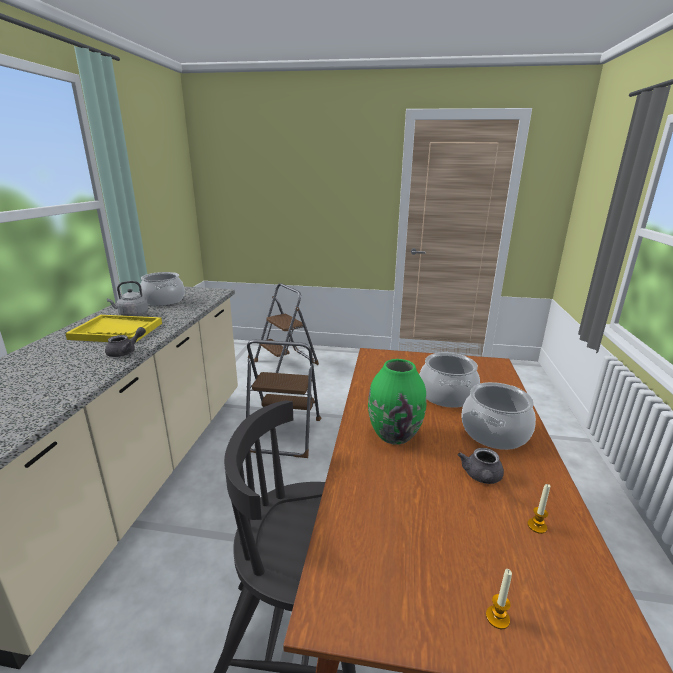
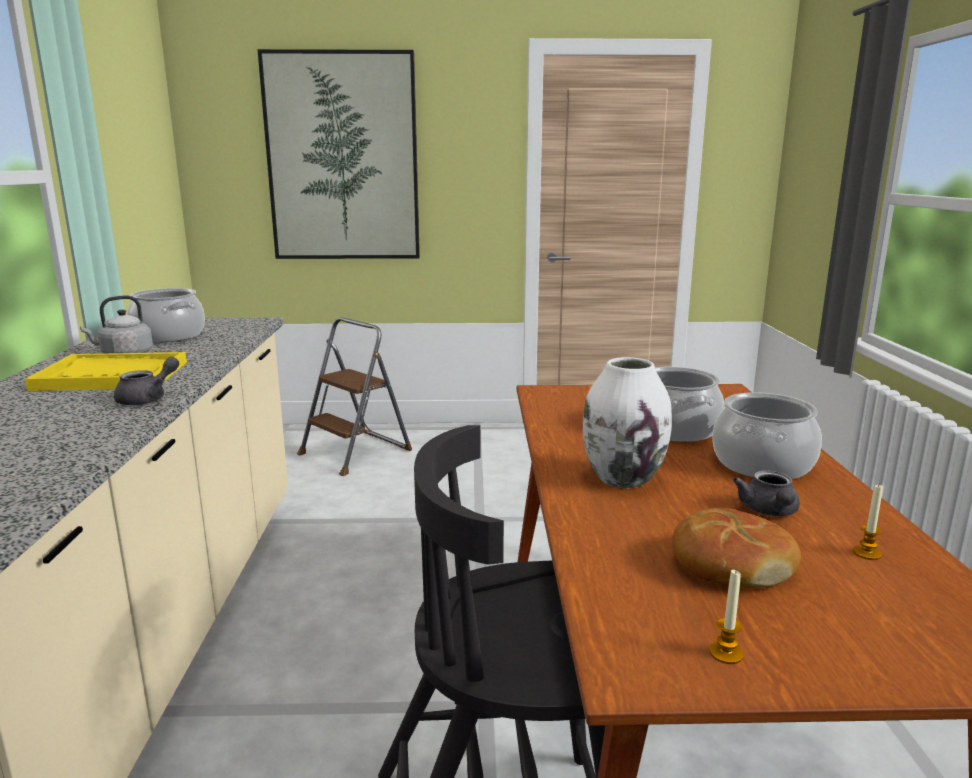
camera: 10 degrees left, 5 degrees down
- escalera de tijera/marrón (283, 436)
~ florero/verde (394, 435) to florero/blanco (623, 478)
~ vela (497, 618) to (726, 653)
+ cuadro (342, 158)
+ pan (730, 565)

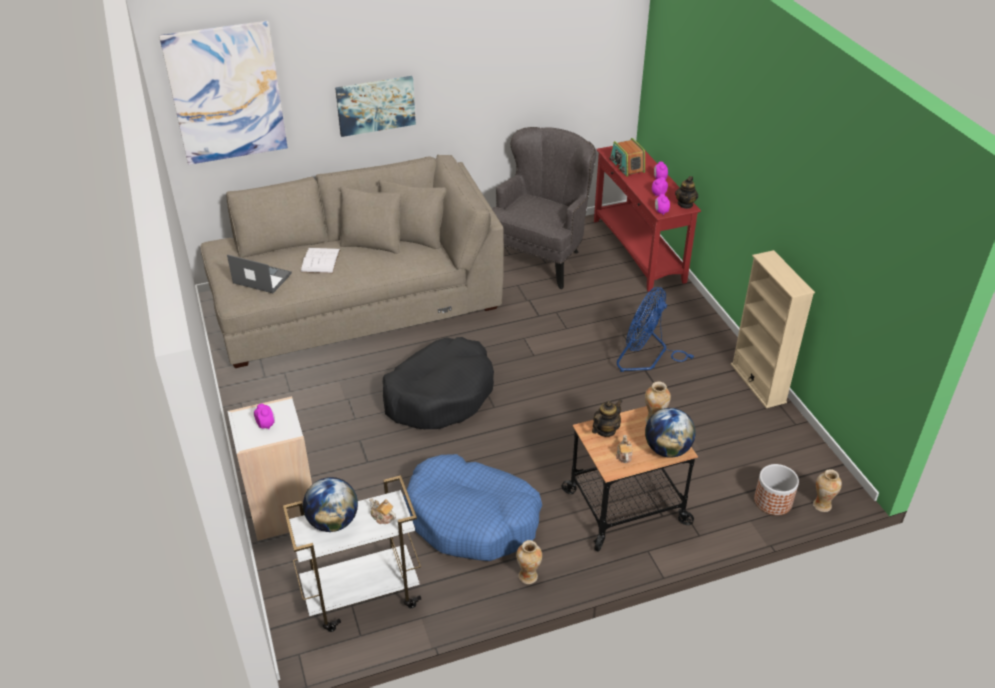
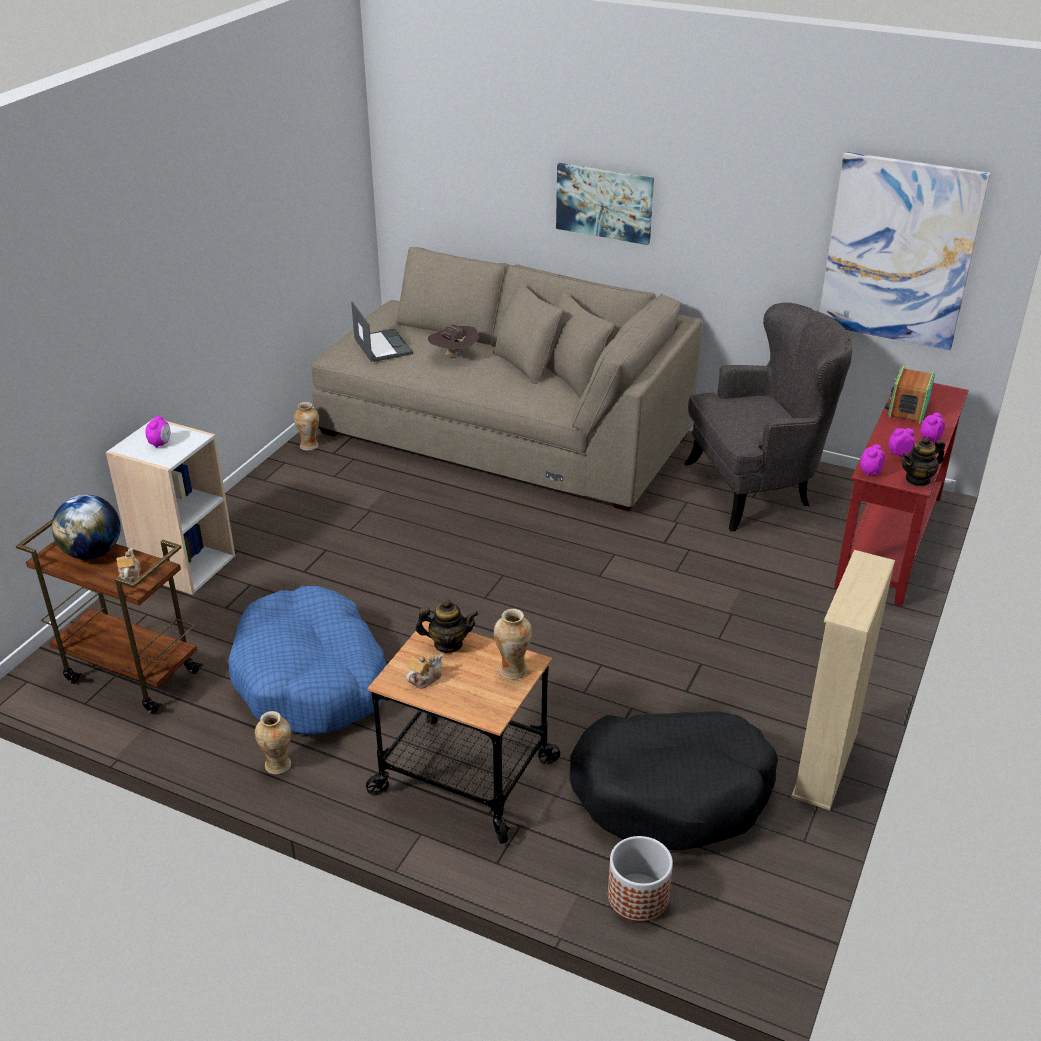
camera: 45 degrees right, 5 degrees down
~ cuadro (226, 93) to (899, 251)
~ carrito/blanco (361, 598) to carrito/marrón (129, 675)
~ libro/blanco (320, 260) to sombrero/marrón (453, 355)
~ cama para perro/negro (439, 395) to (672, 792)
- ventilador/azul (650, 354)
- globo terráqueo (667, 449)
~ florero (822, 505) to (309, 446)

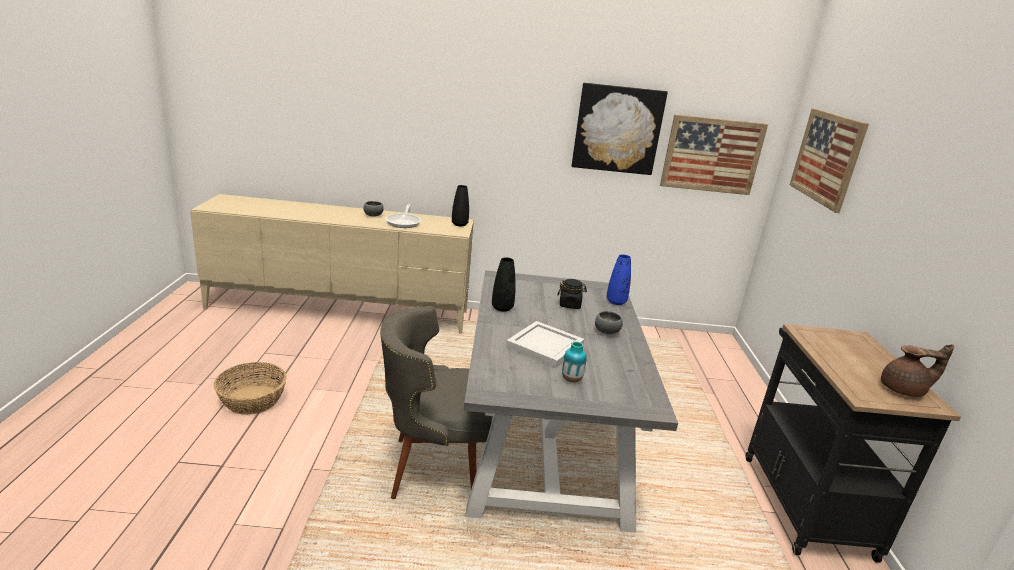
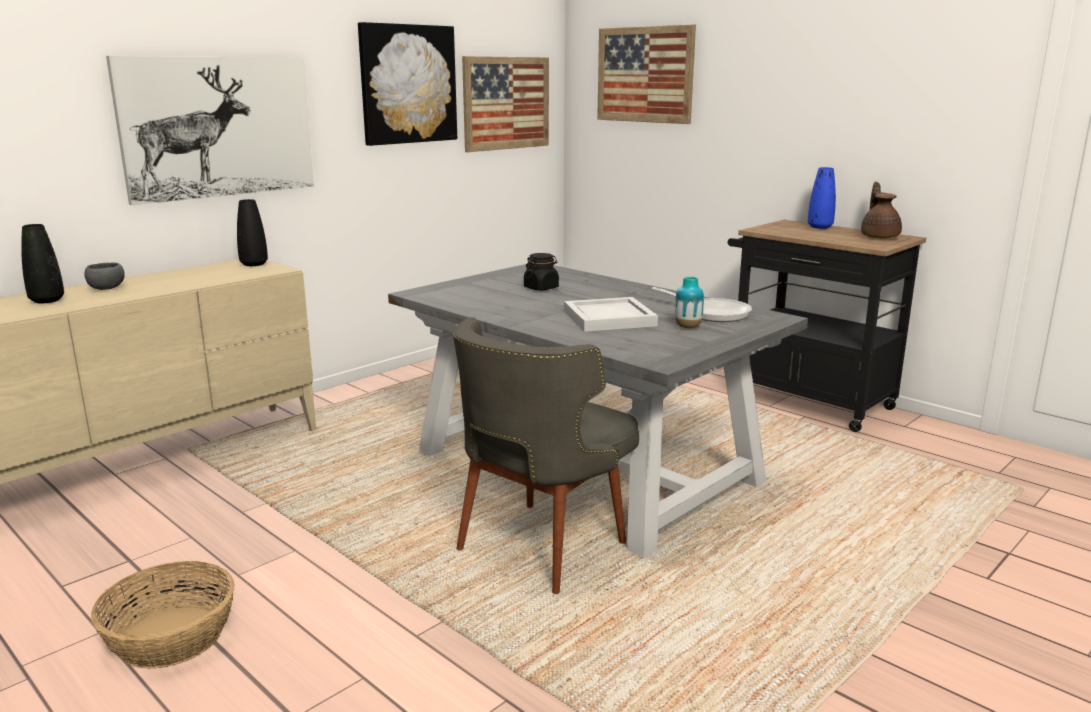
camera: 45 degrees left, 5 degrees down
~ sartén (404, 222) to (711, 313)
~ florero/negro (502, 308) to (47, 300)
- cuenco/gris (607, 332)
~ florero/azul (616, 302) to (820, 227)
~ tetera/marrón (904, 390) = (879, 236) 45 degrees counterclockwise
+ cuadro (219, 127)

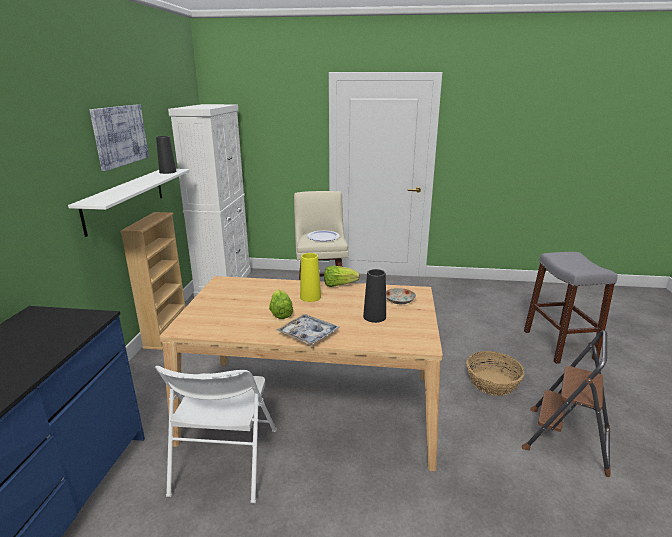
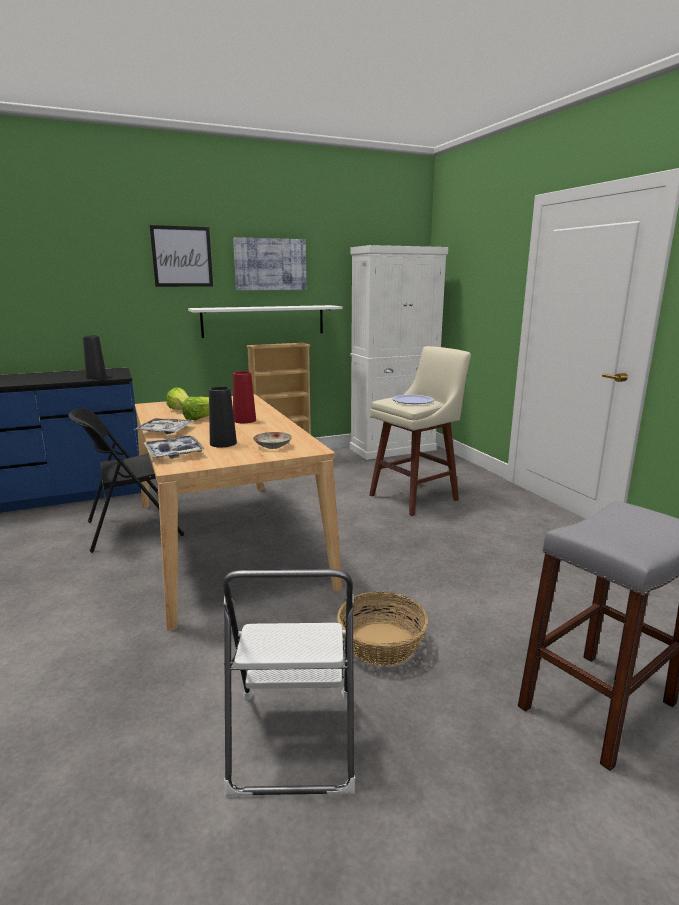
camera: 60 degrees right, 5 degrees down
~ silla/blanco (225, 461) to silla/negro (134, 528)
~ florero/negro (168, 172) to (96, 377)
~ florero/amarillo (310, 297) to florero/rojo (244, 420)
~ lechuga (339, 285) to (180, 410)
~ escalera de tijera/marrón (571, 441) to escalera de tijera/blanco (292, 743)
+ bandeja (174, 453)
+ cuadro (182, 256)

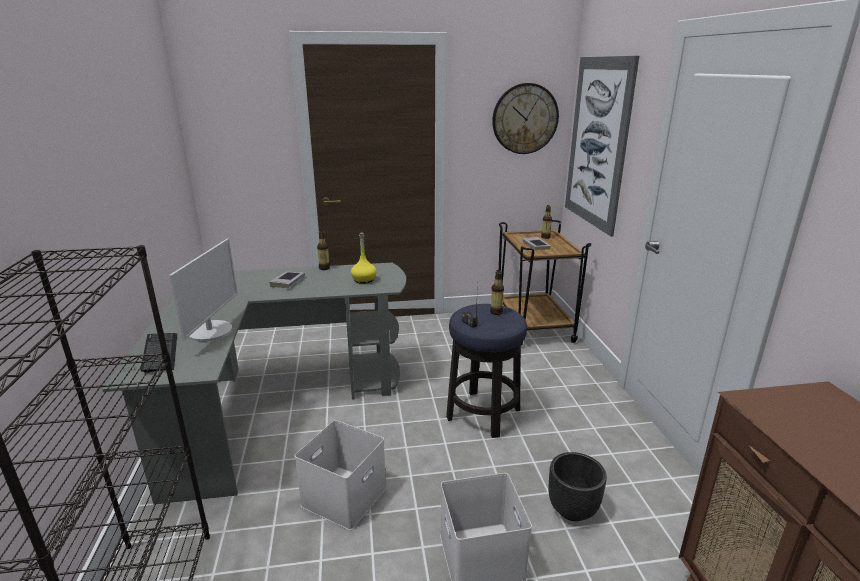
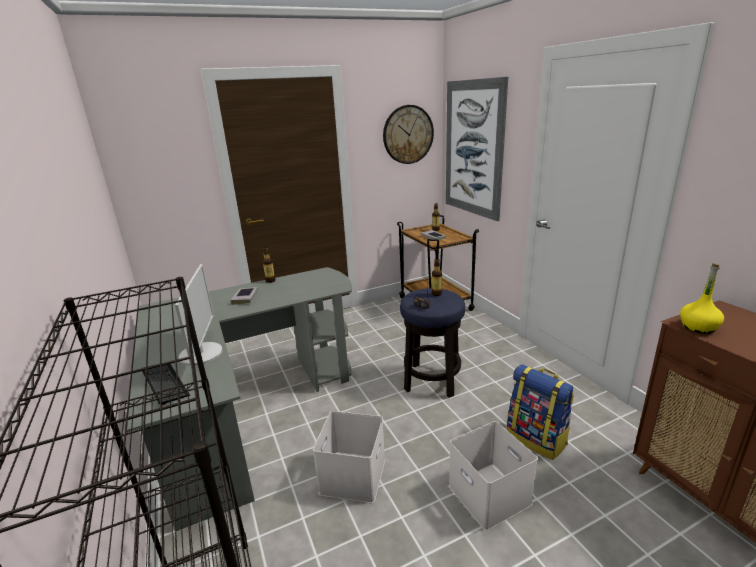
camera: 15 degrees left, 0 degrees up
~ botella/amarillo (364, 280) to (698, 327)
~ maceta/negro (573, 510) to mochila (537, 439)

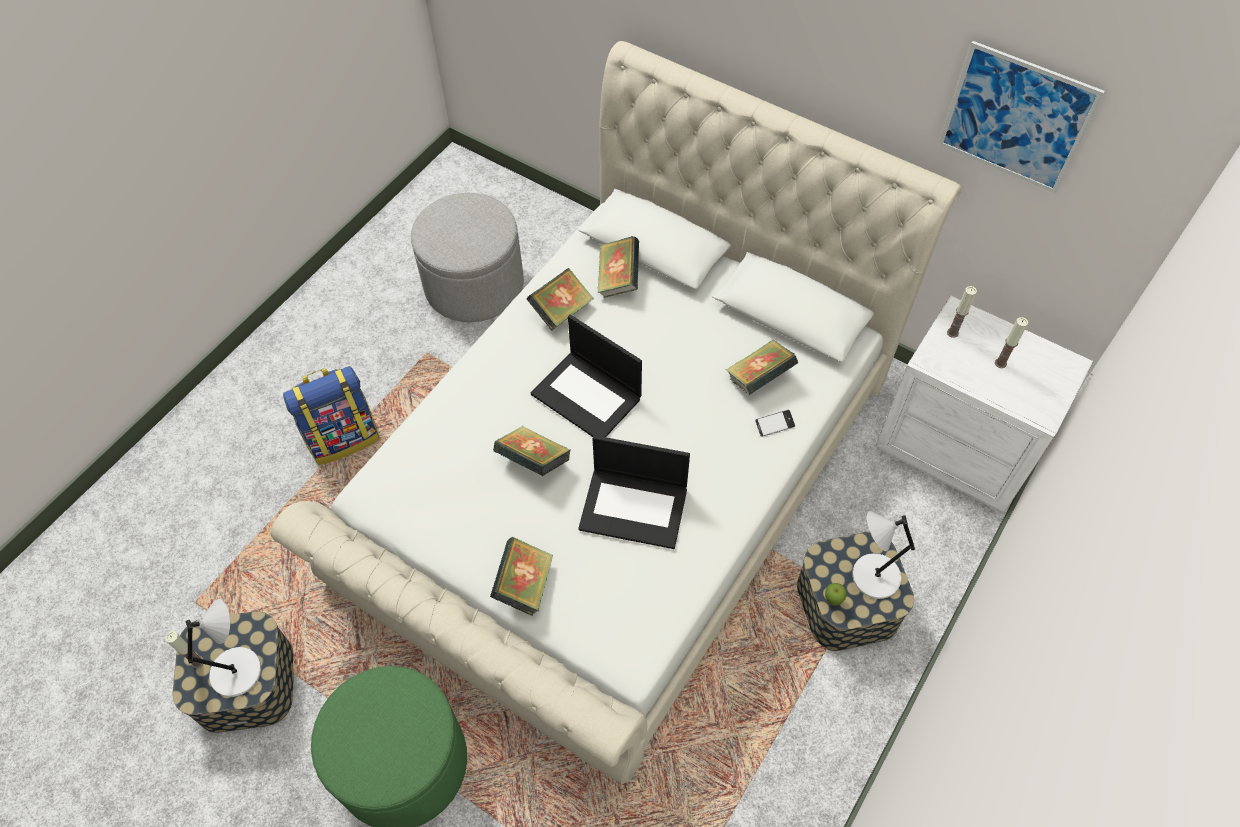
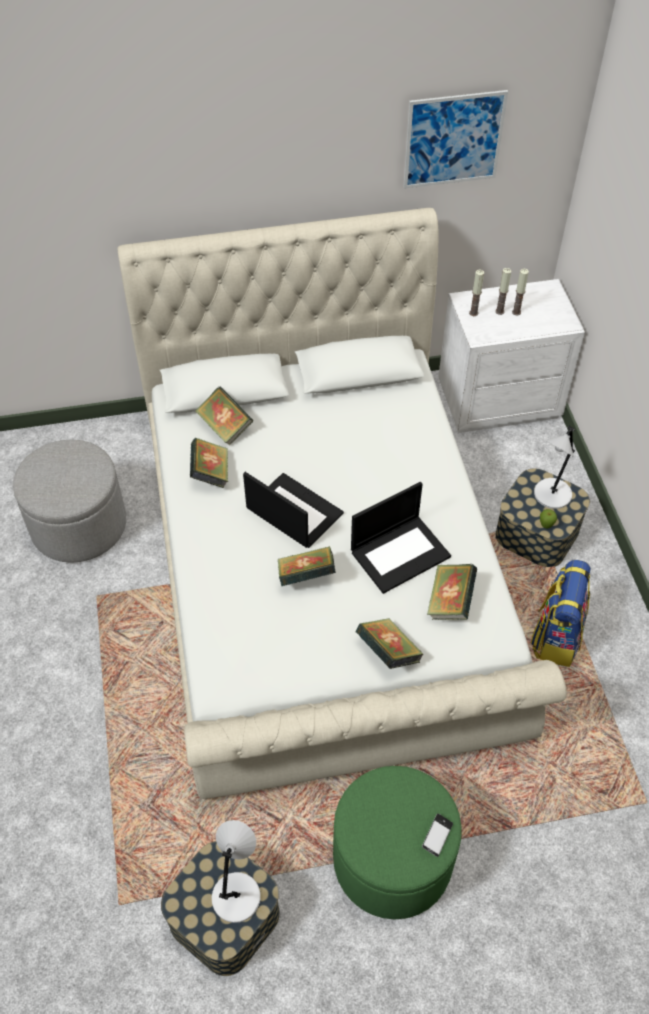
camera: 45 degrees left, 5 degrees down
~ vela (197, 662) to (499, 311)
~ mochila (343, 437) to (556, 636)
~ portátil (588, 396) = (293, 511) 135 degrees counterclockwise
~ libro (759, 378) to (450, 602)
~ móvil (774, 425) to (437, 836)

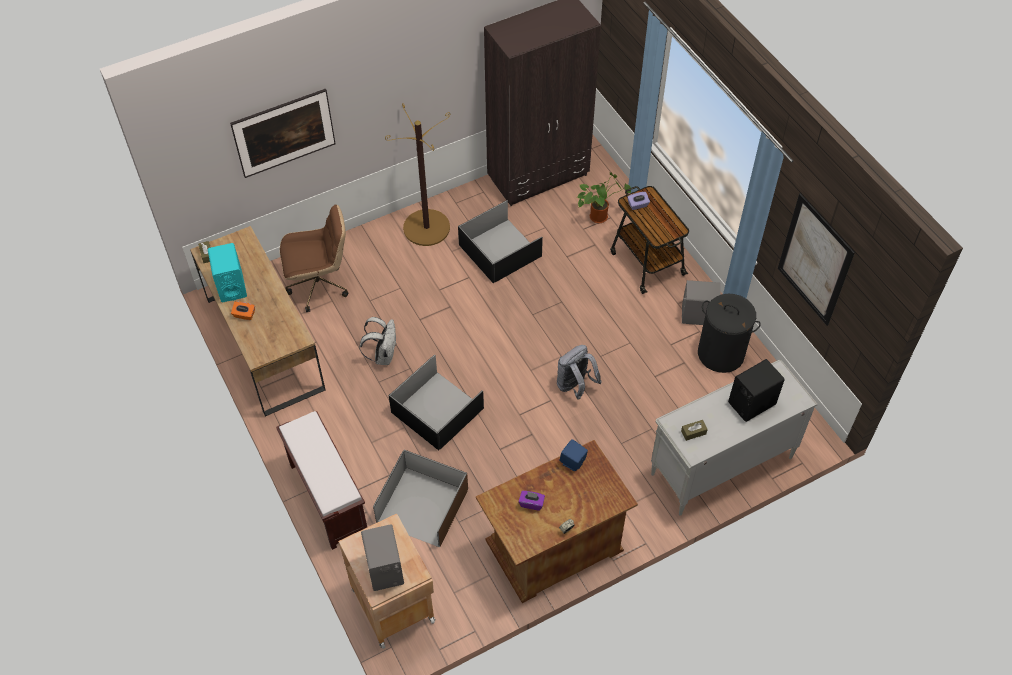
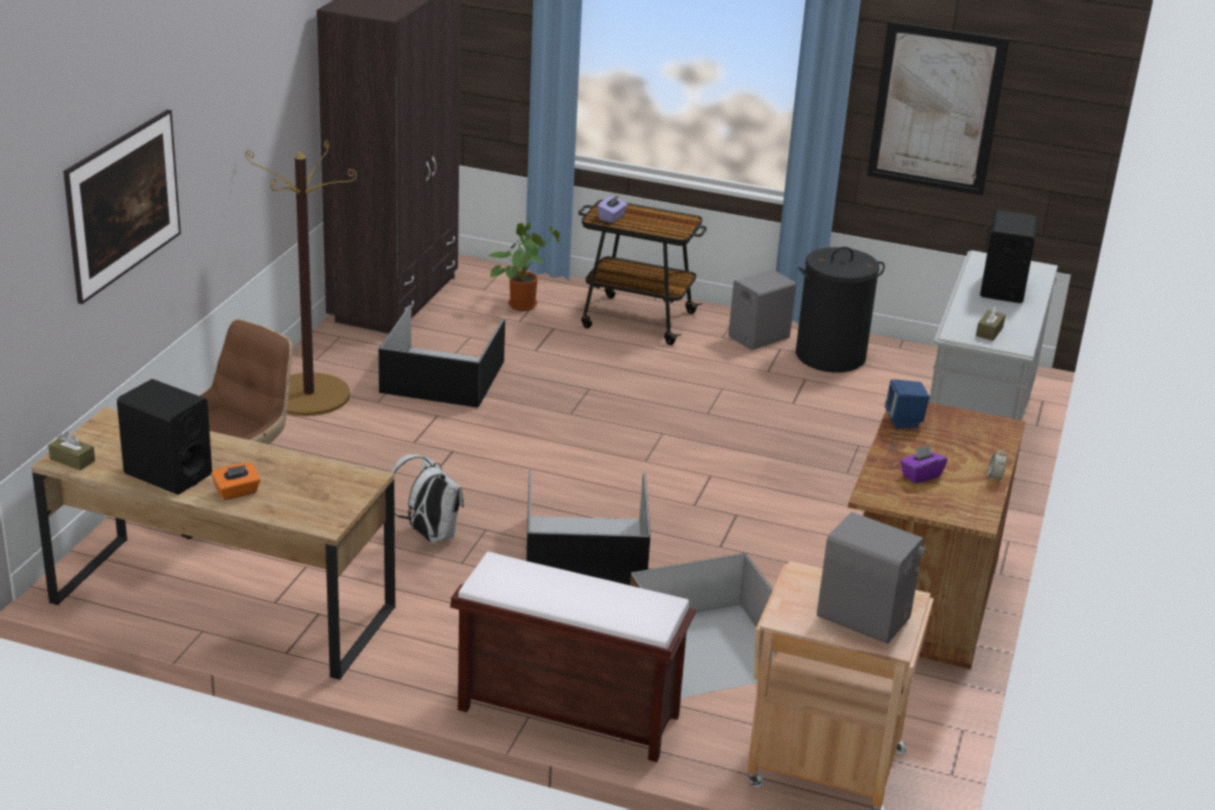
camera: 45 degrees left, 25 degrees down
~ altavoz/turquesa (231, 286) to altavoz/negro (167, 474)
- mochila/gris (575, 386)

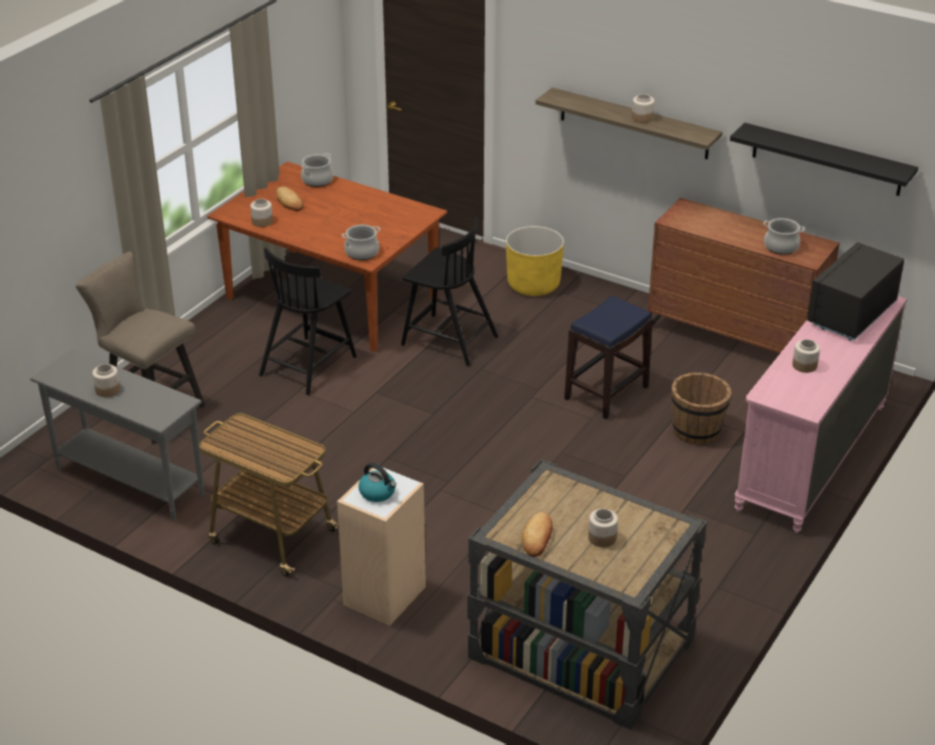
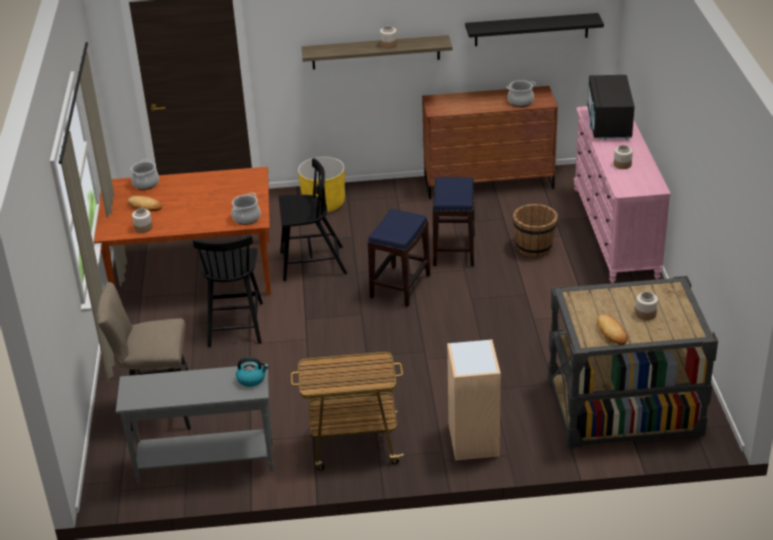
camera: 35 degrees left, 0 degrees up
- tarro (108, 390)
~ hervidor (378, 493) to (252, 379)
+ taburete (400, 286)

